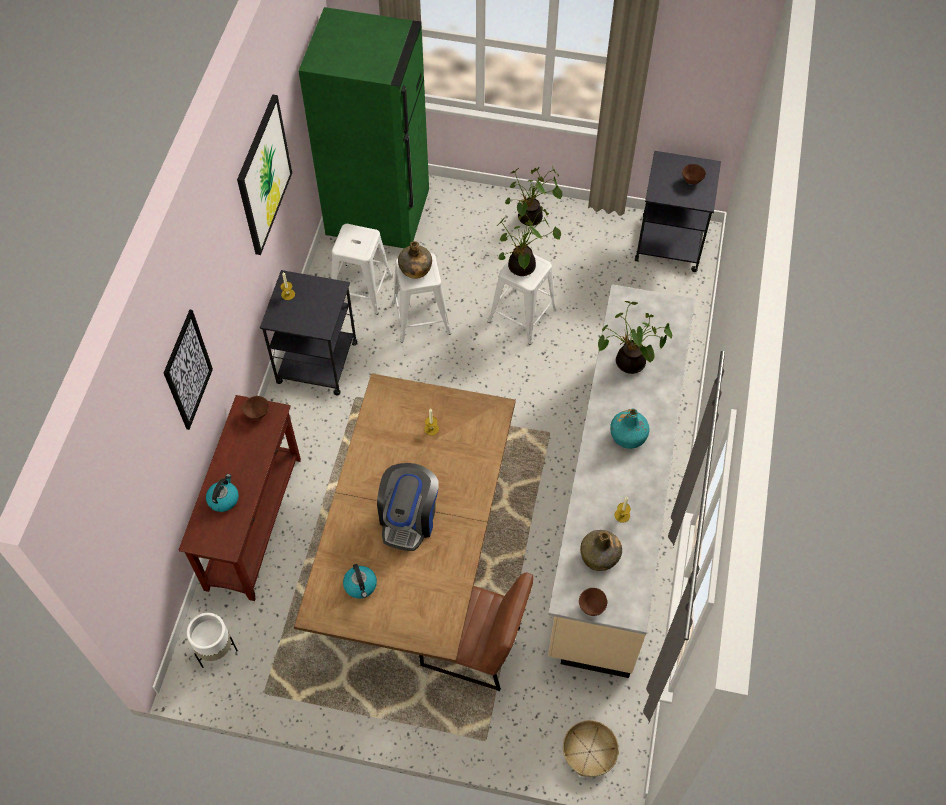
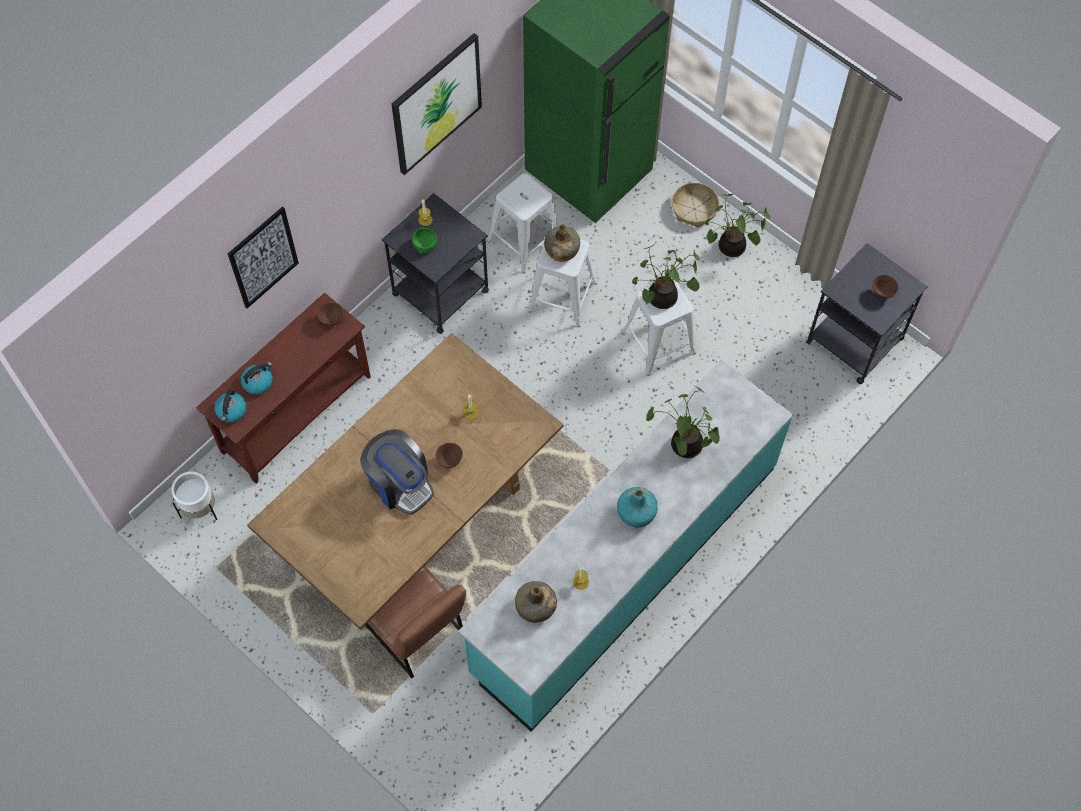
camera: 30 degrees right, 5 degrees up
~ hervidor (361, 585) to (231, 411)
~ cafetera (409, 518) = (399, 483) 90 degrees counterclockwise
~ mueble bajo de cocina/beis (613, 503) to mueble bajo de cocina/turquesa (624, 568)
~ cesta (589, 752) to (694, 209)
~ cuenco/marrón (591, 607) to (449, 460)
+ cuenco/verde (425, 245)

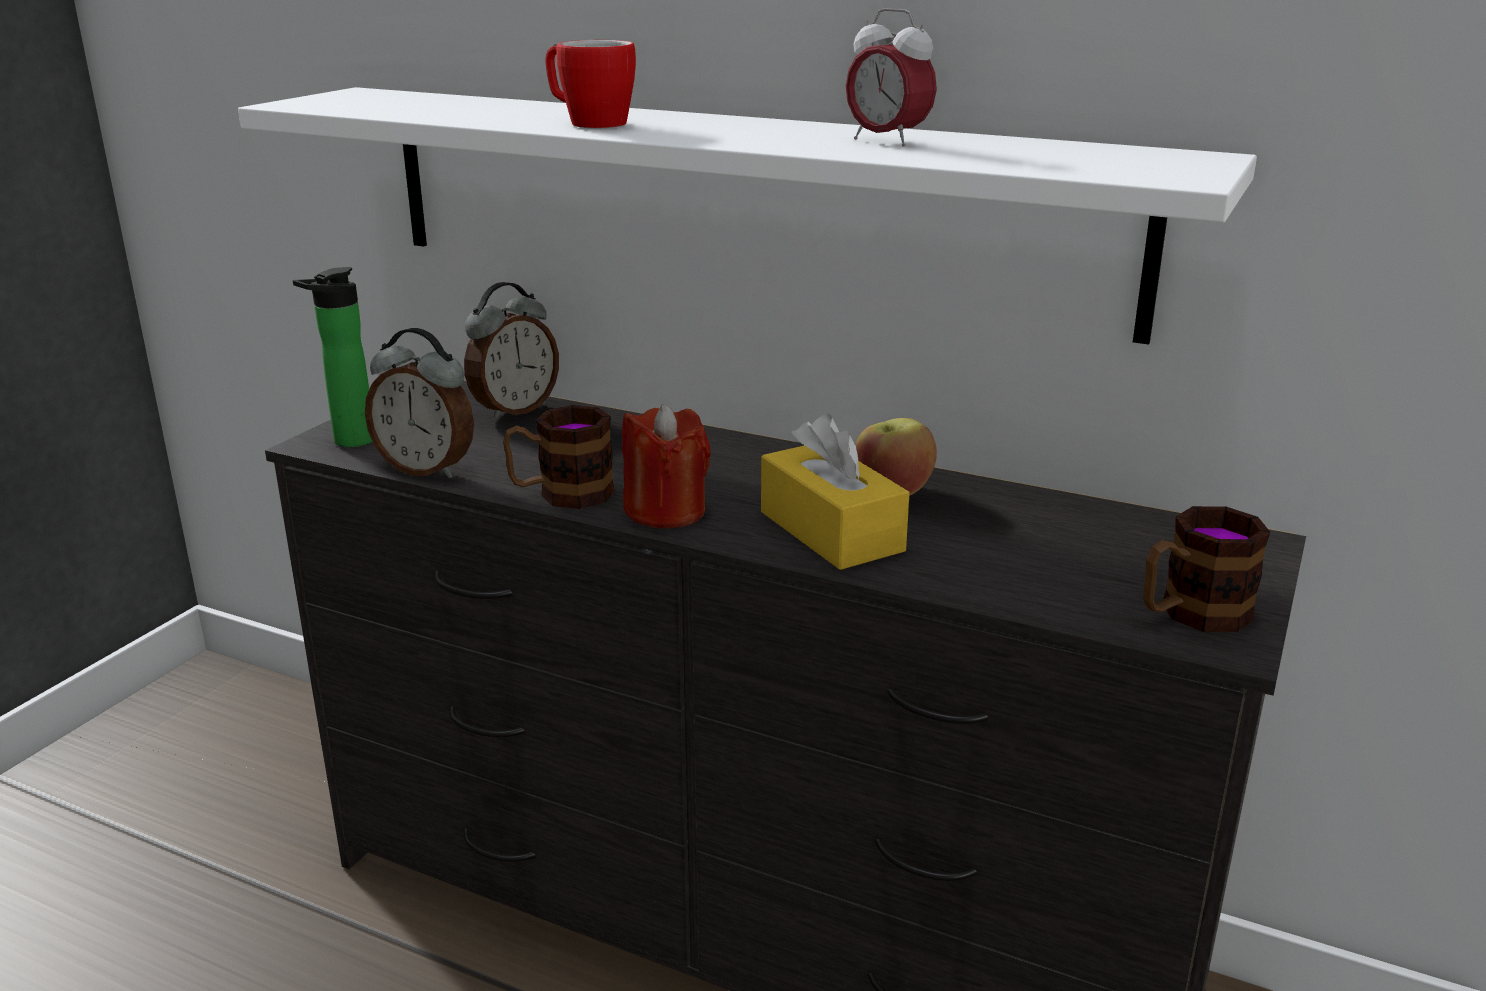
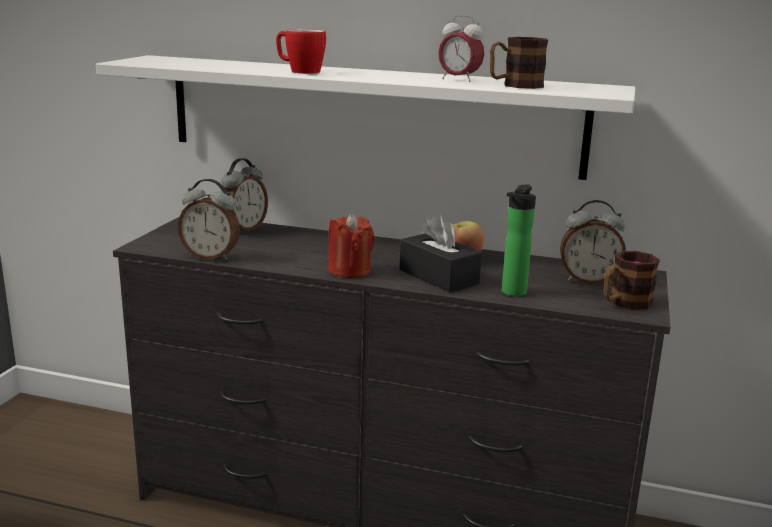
camera: 10 degrees left, 5 degrees down
~ botella (349, 442) to (512, 293)
~ taza grande (561, 494) to (515, 85)
~ caja de pañuelos/amarillo (831, 531) to caja de pañuelos/negro (438, 276)
+ despertador (588, 280)

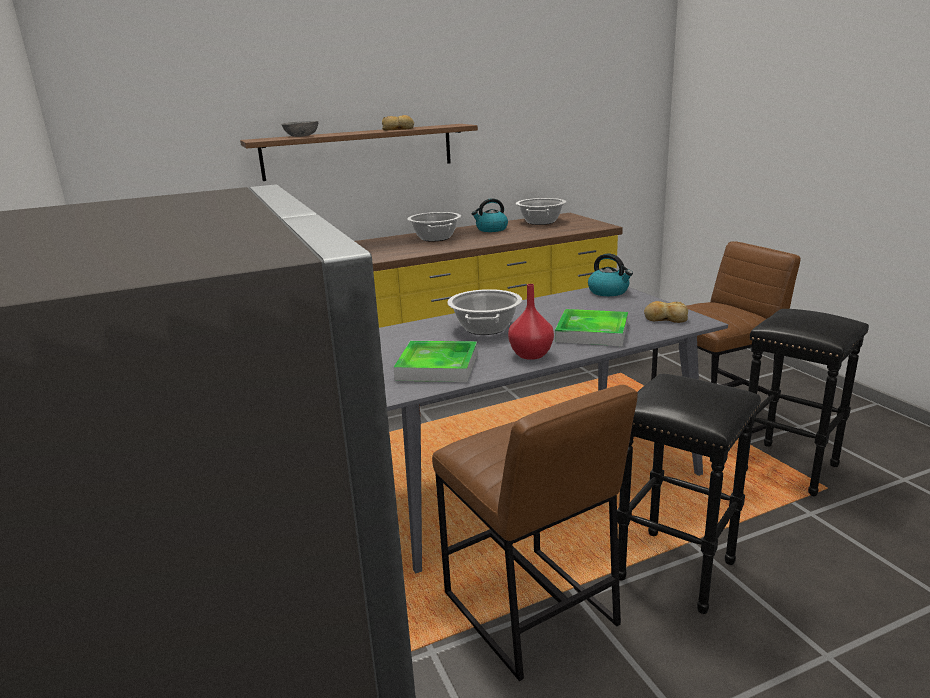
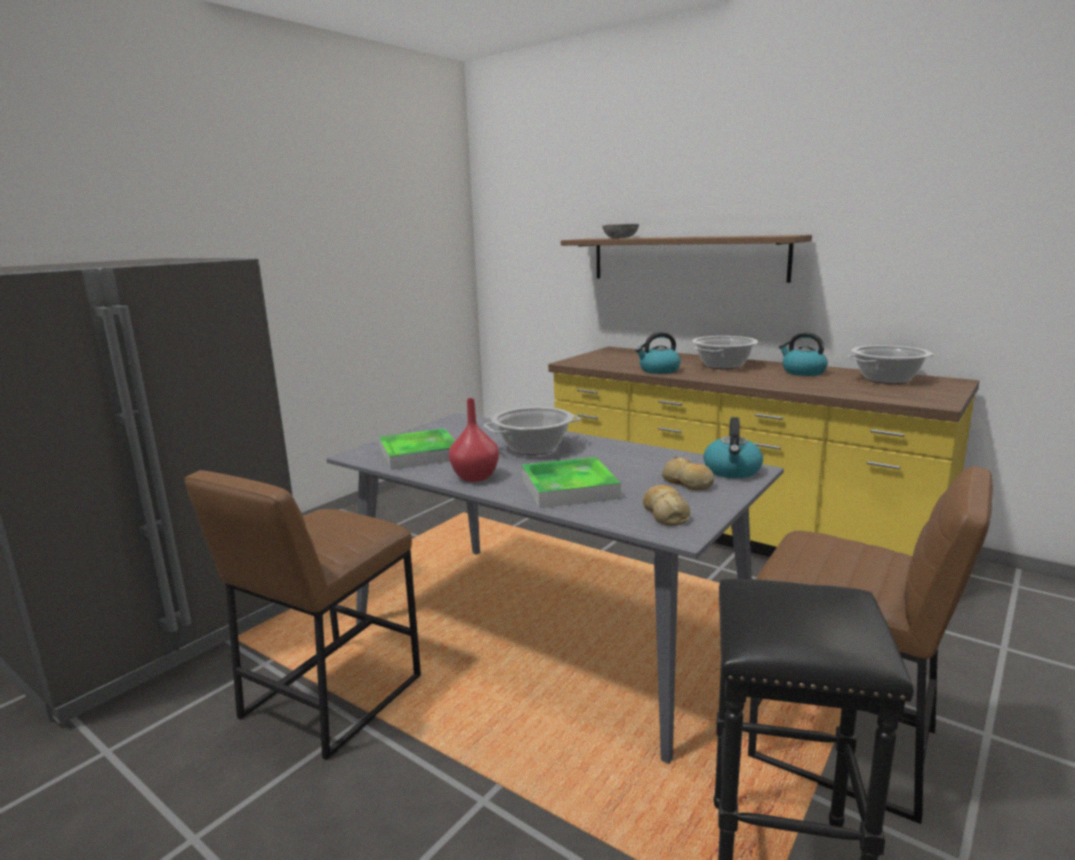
camera: 60 degrees right, 5 degrees down
~ pan (398, 129) to (687, 483)
- taburete/negro (677, 571)
+ hervidor (658, 370)

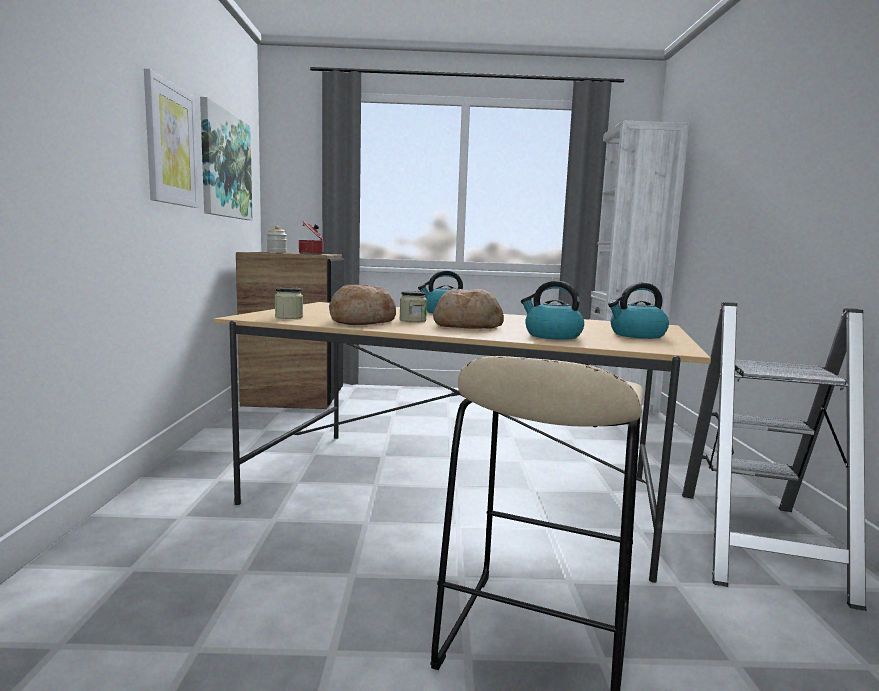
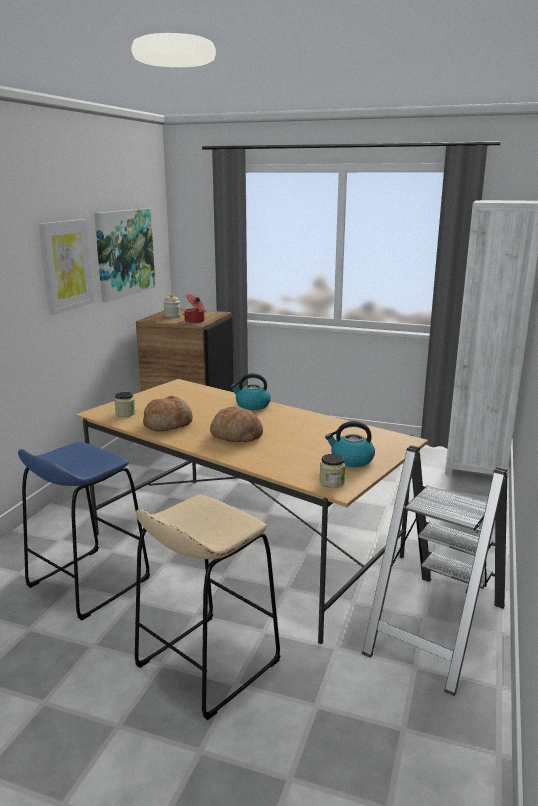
camera: 20 degrees right, 10 degrees up
~ tarro (412, 320) to (331, 482)
- hervidor (552, 336)
+ taburete/azul (88, 582)

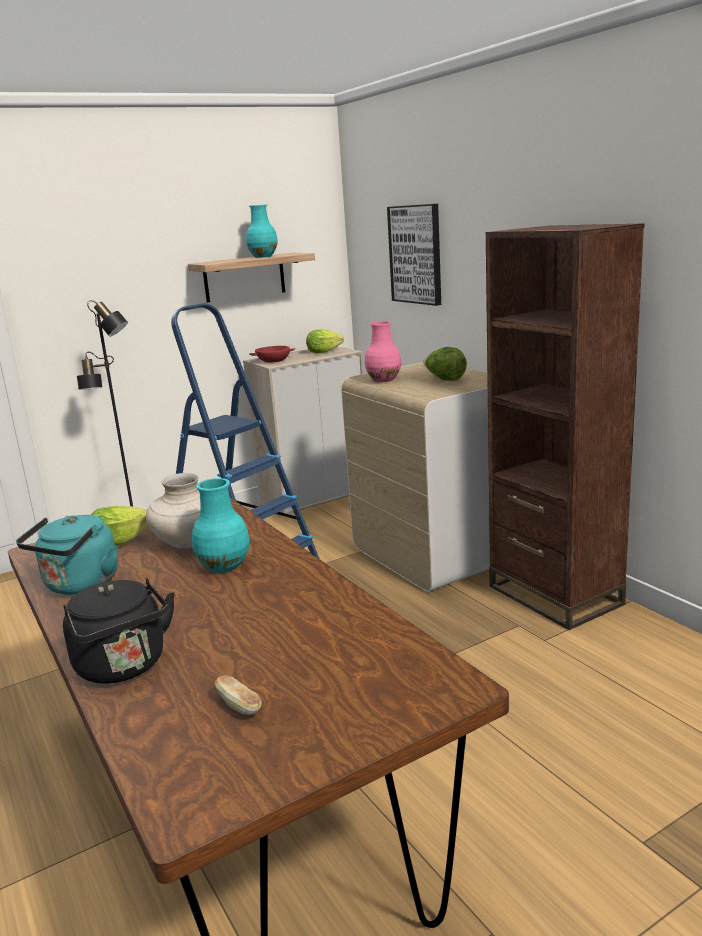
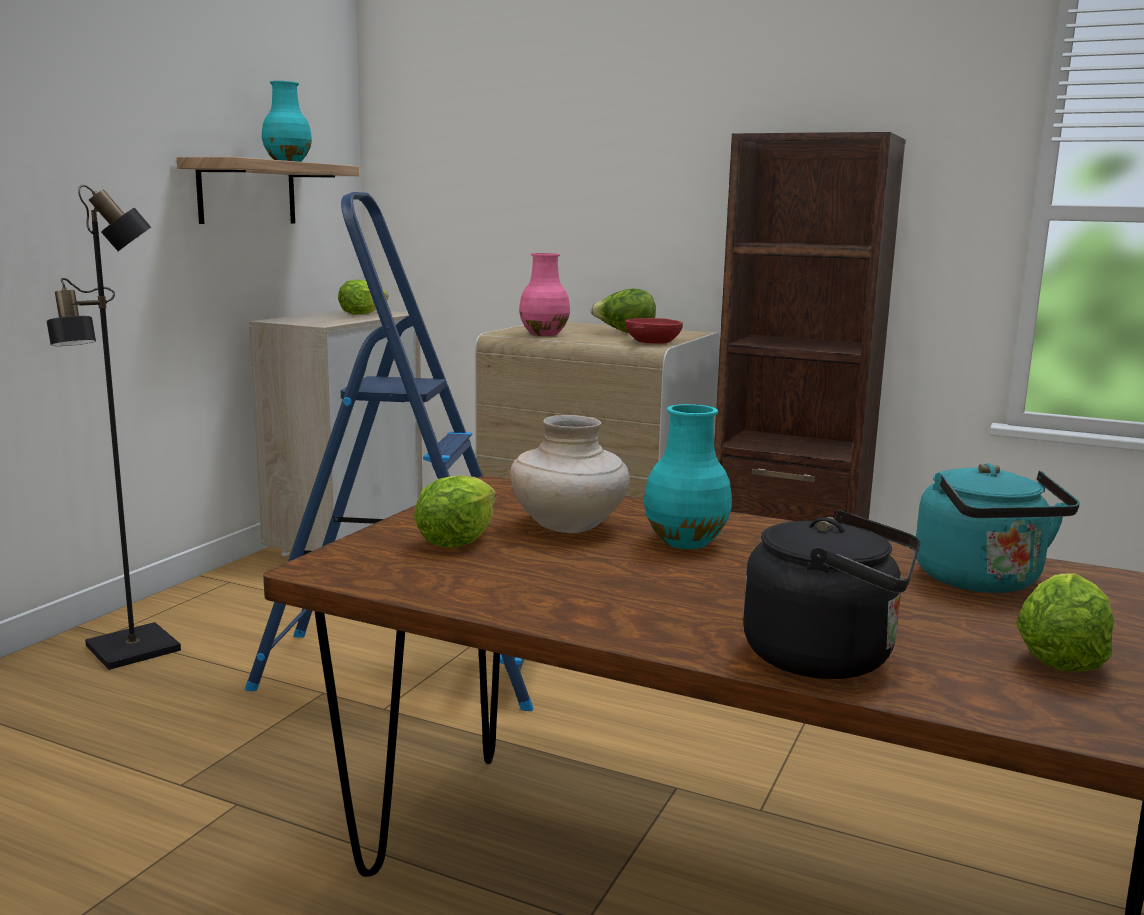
camera: 35 degrees left, 5 degrees down
~ hervidor/turquesa (79, 585) to (982, 582)
~ pan (239, 706) to lechuga (1060, 658)
~ cuenco/rojo (273, 360) to (652, 342)
- cuadro (416, 254)

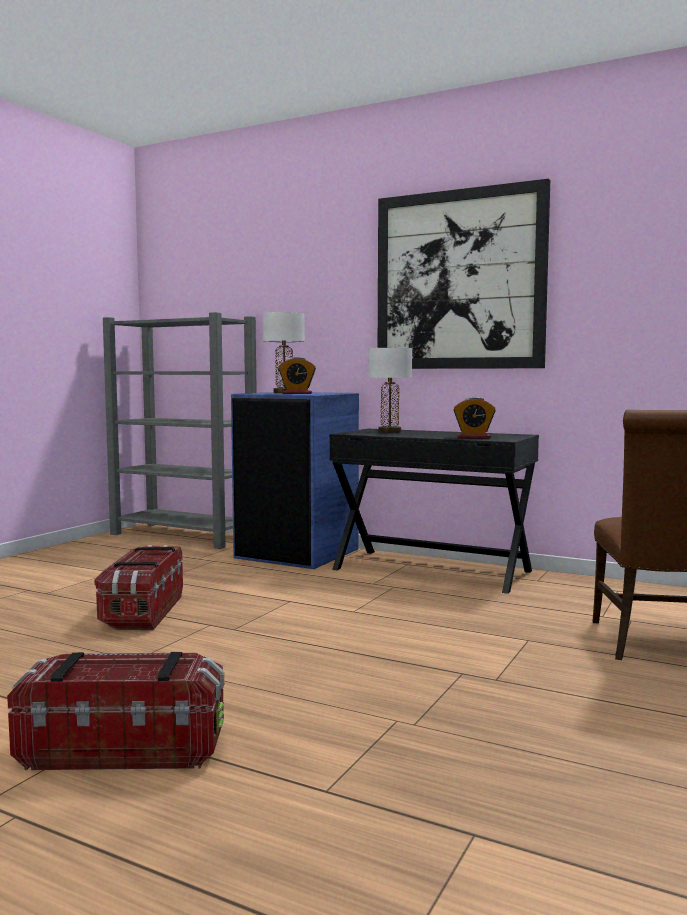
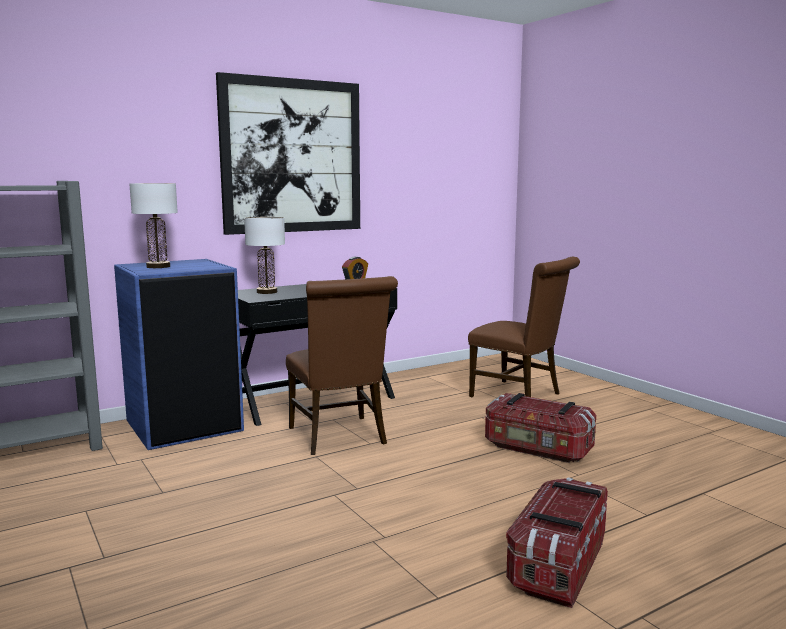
camera: 60 degrees left, 5 degrees up
~ caja de almacenaje (143, 612) to (537, 449)
- despertador (297, 393)
+ silla/marrón (340, 437)

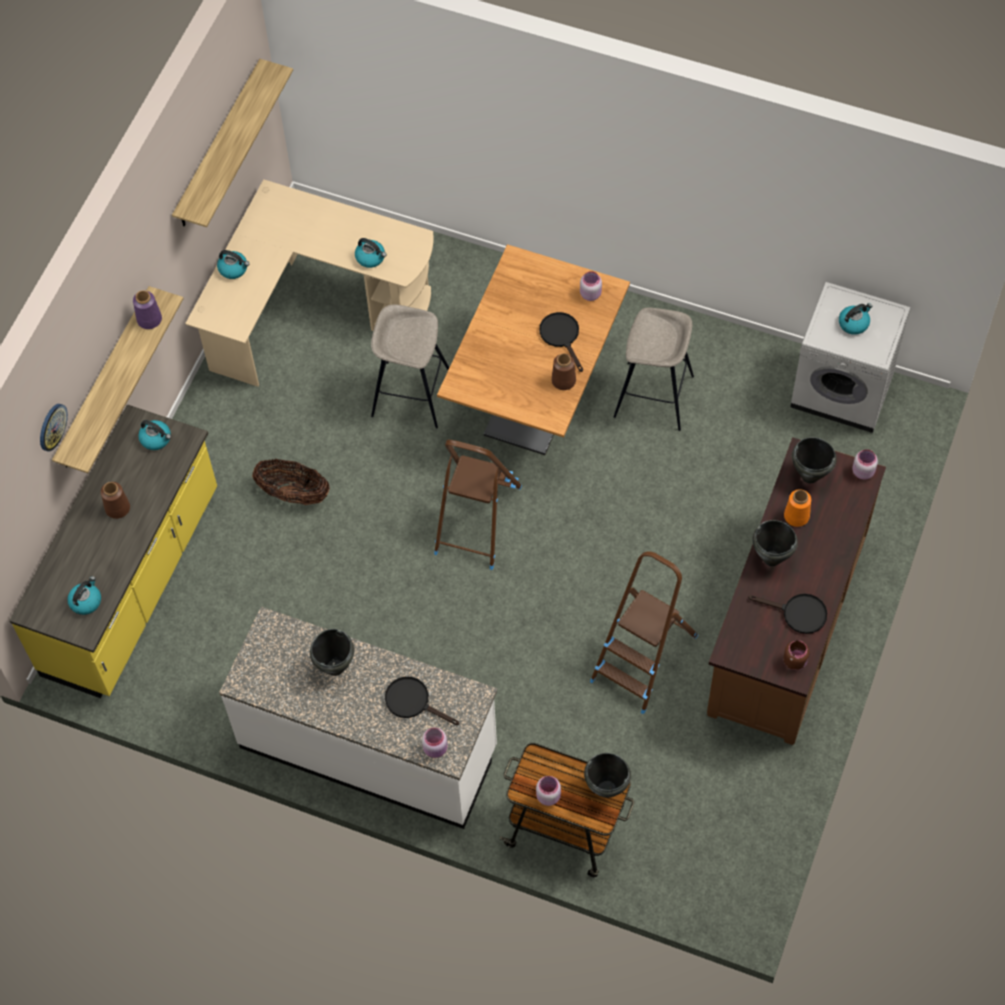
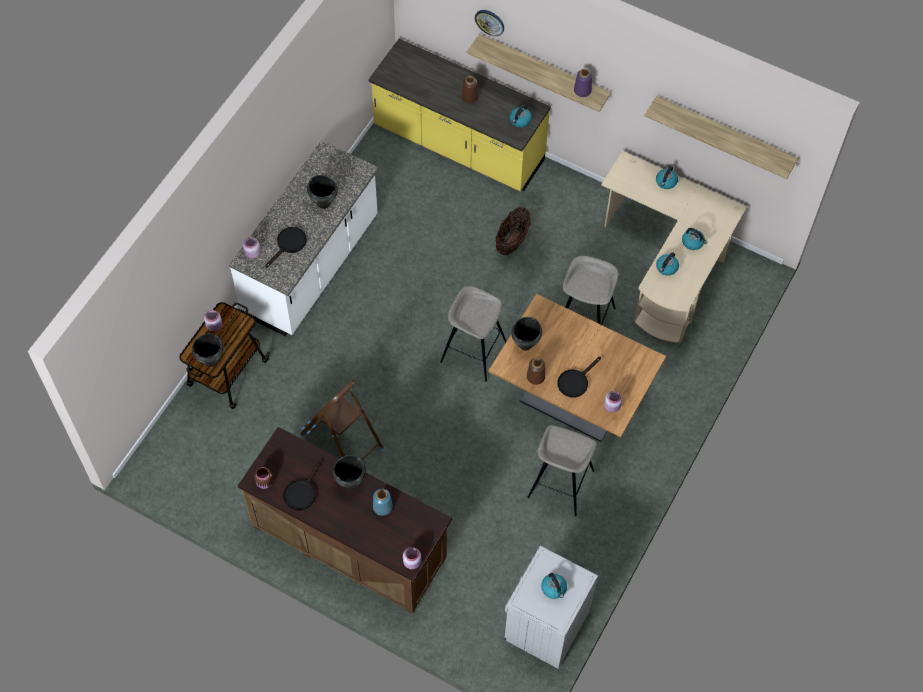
camera: 95 degrees right, 0 degrees up
~ hervidor (86, 601) to (693, 242)
~ escalera de tijera/marrón (478, 518) to taburete/gris (473, 351)
~ sartén/negro (562, 336) = (575, 381) 150 degrees clockwise
~ florero/naranja (797, 516) to florero/azul (382, 507)
~ olla/negro (809, 475) to (525, 345)

